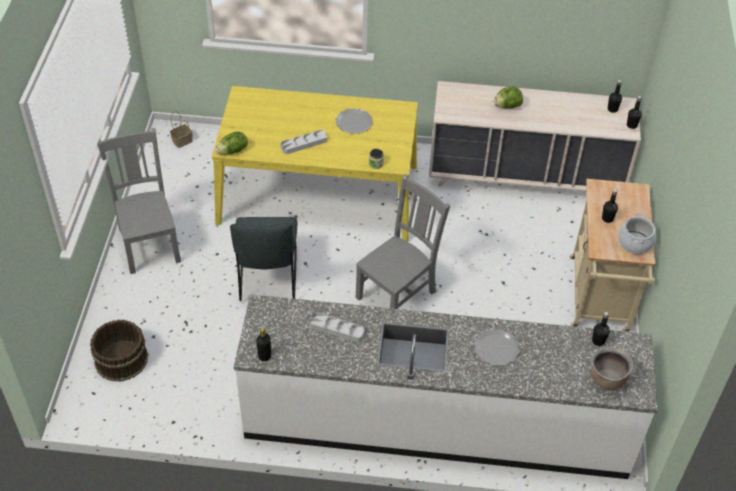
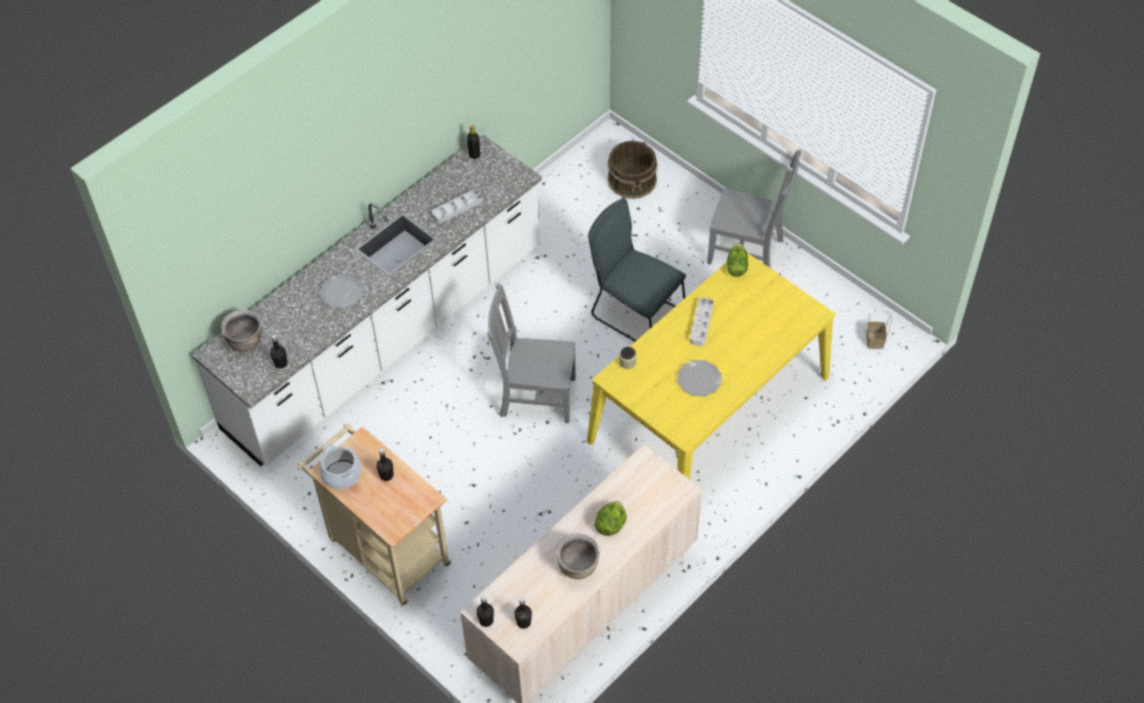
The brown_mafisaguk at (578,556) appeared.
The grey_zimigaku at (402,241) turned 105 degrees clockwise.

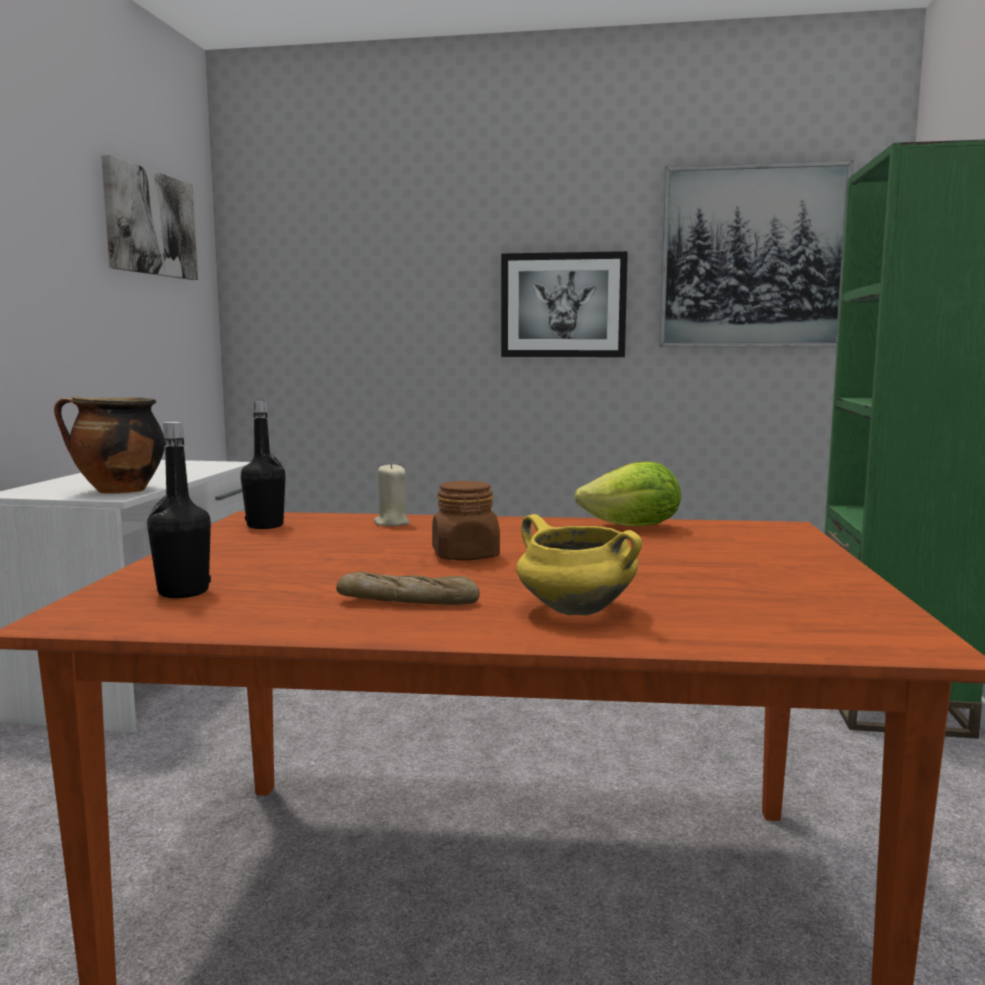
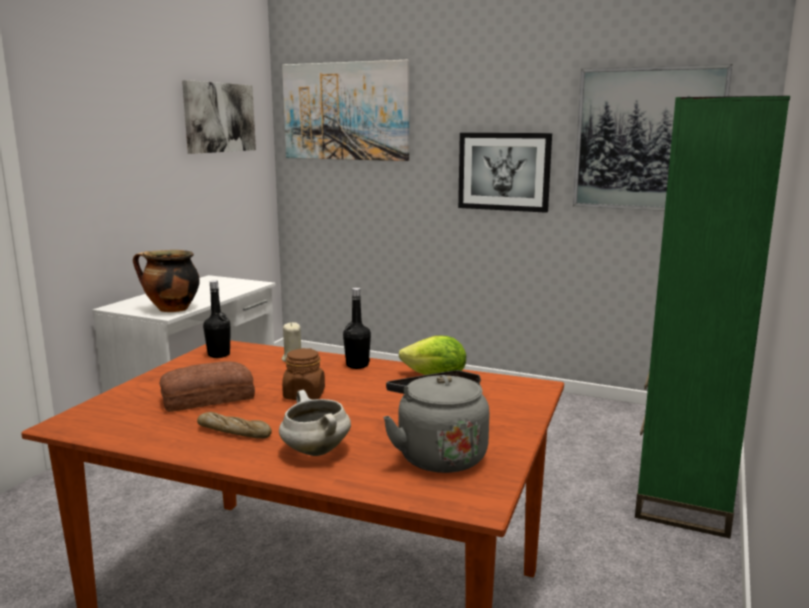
The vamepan at (207,386) appeared.
The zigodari at (345,110) appeared.
The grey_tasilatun at (436,421) appeared.
The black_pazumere moved from (179,510) to (357,328).
The yellow_mafisaguk at (579,565) became the white_mafisaguk at (315,423).

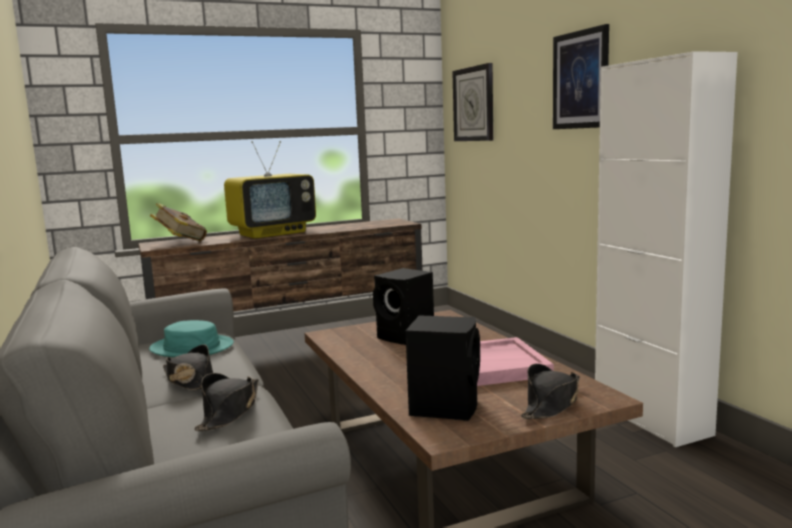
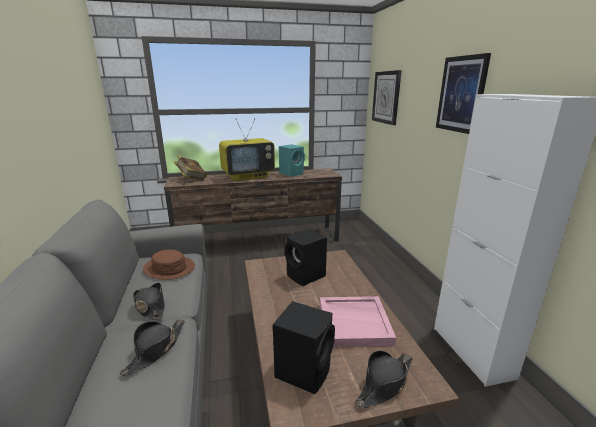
The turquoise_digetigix at (292,160) appeared.
The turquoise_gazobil at (191,338) became the brown_gazobil at (169,264).

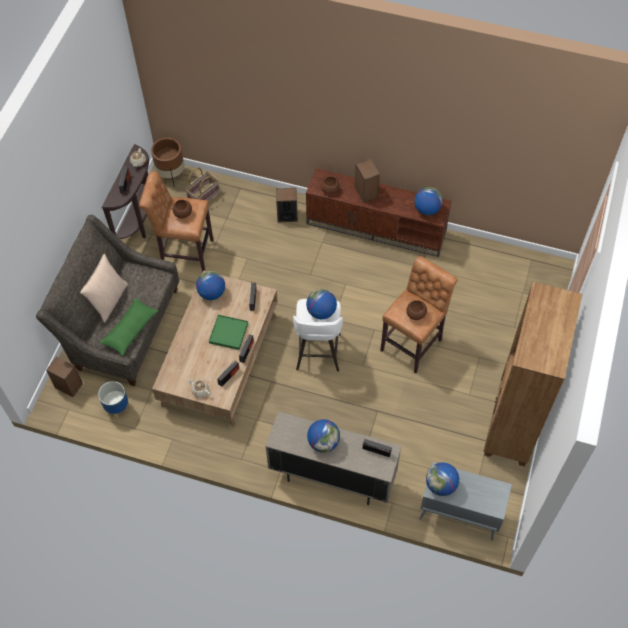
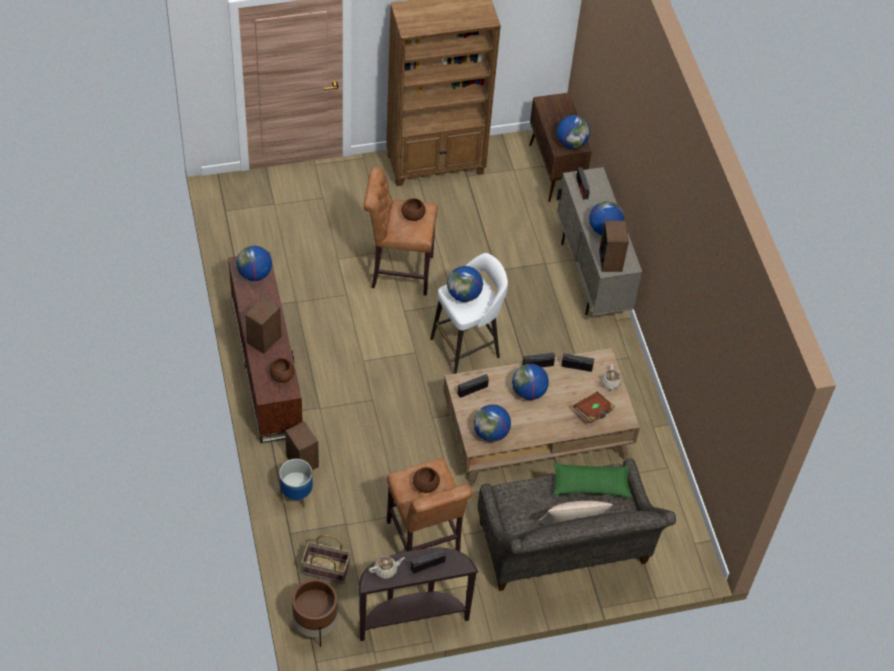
The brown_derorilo at (594,407) appeared.
The digetigix moved from (64,376) to (614,246).
The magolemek moved from (114,401) to (296,483).
The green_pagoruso at (228,332) was replaced by the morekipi at (530,382).
The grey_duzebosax at (465,501) became the brown_duzebosax at (560,147).

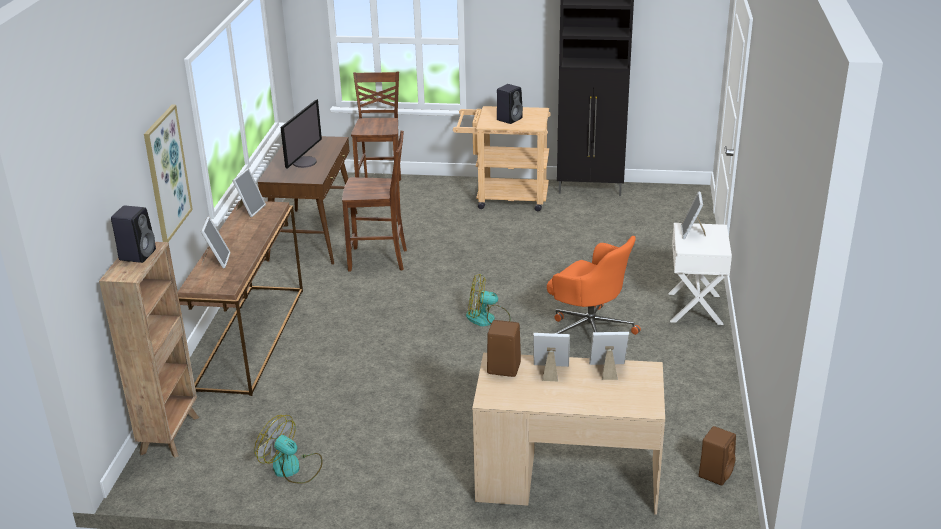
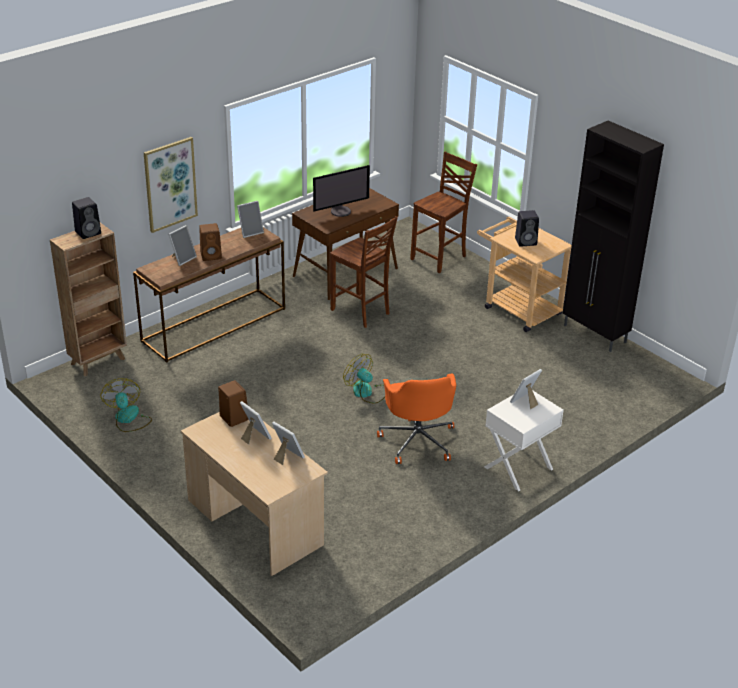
The brown_digetigix moved from (717,455) to (210,242).

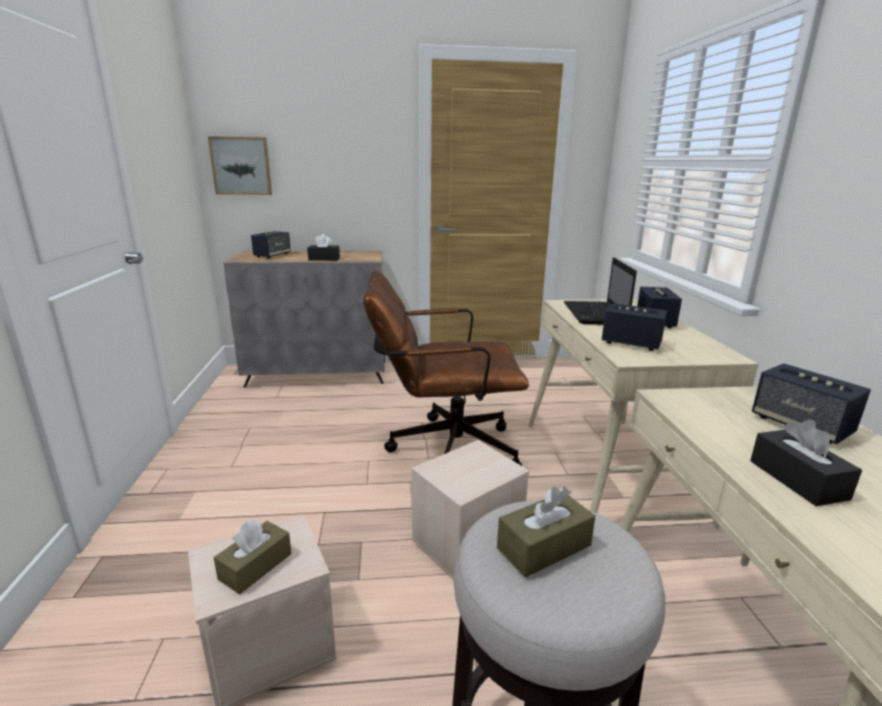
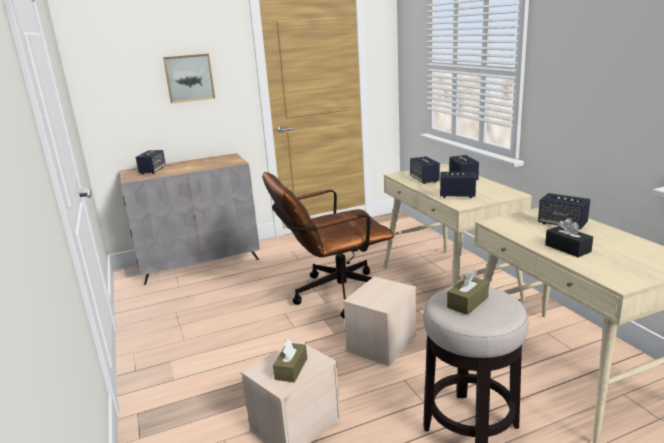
The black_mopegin at (323,247) disappeared.
The zigodari moved from (240,165) to (189,78).
The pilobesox at (600,291) was replaced by the digetigix at (425,170).

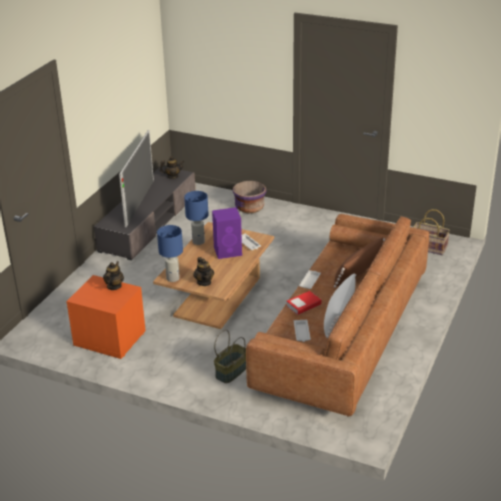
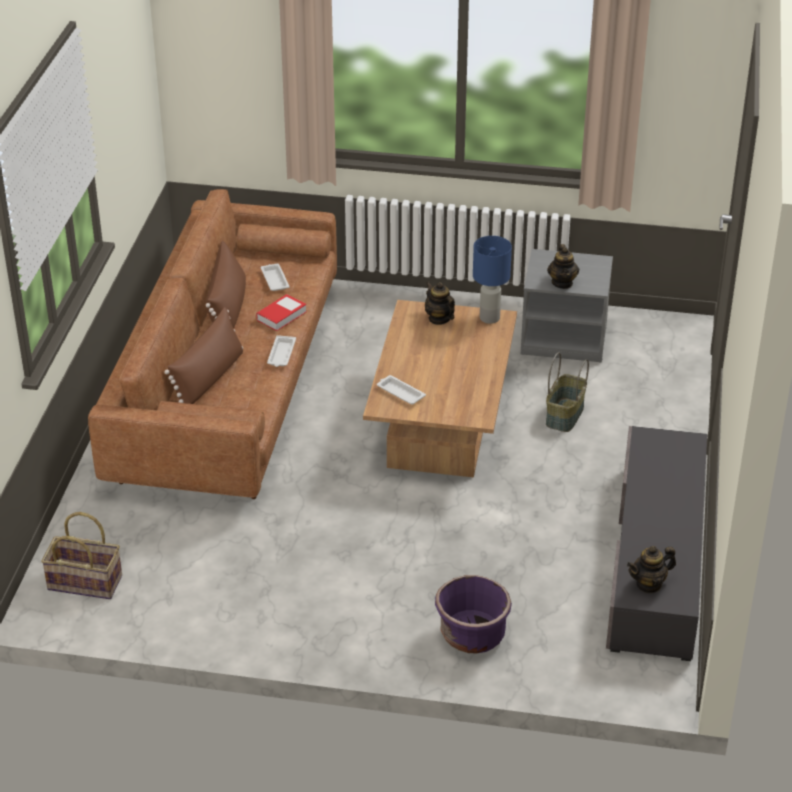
The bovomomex at (136,178) disappeared.
The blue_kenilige at (196,218) disappeared.
The purple_digetigix at (227,233) disappeared.
The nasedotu moved from (230,356) to (567,392).
The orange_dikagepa at (106,317) became the grey_dikagepa at (567,306).
The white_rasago at (340,305) became the brown_rasago at (226,284).

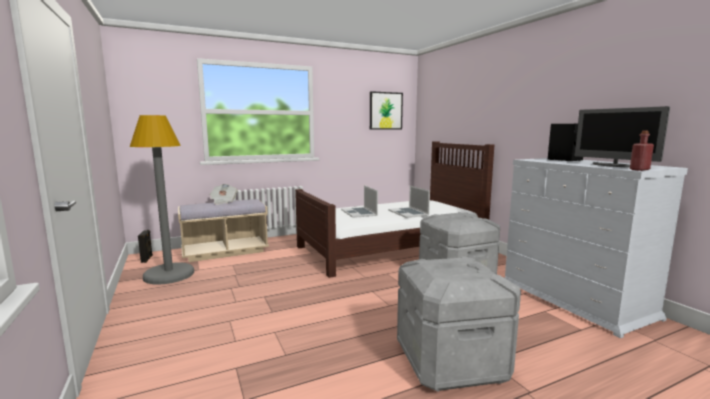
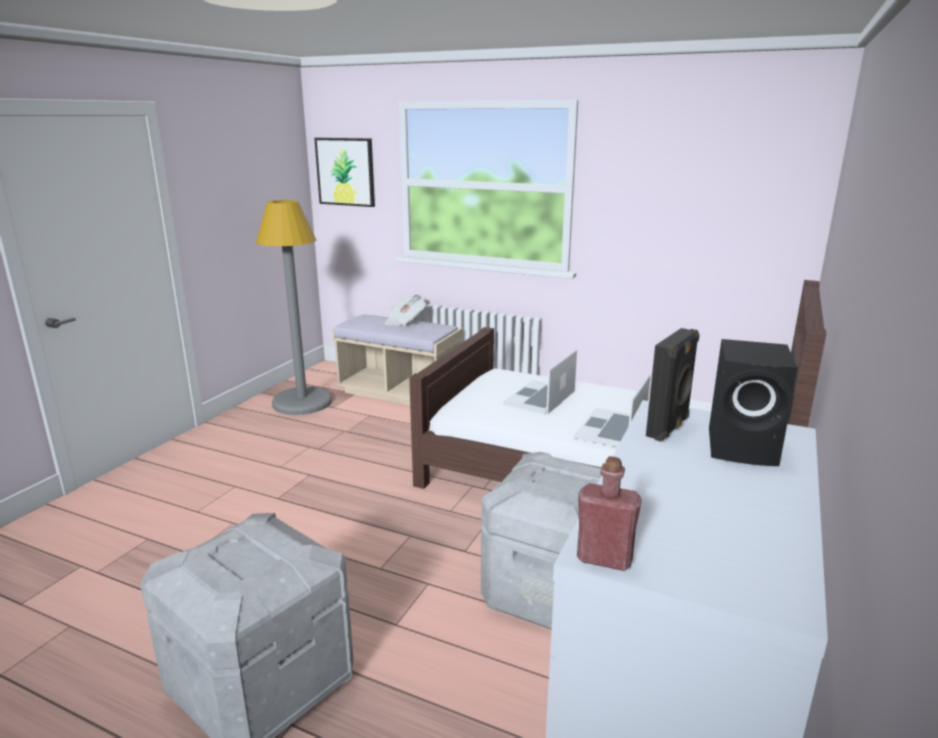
The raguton at (622,137) disappeared.
The black_digetigix moved from (145,246) to (672,385).
The zigodari moved from (386,110) to (344,172).

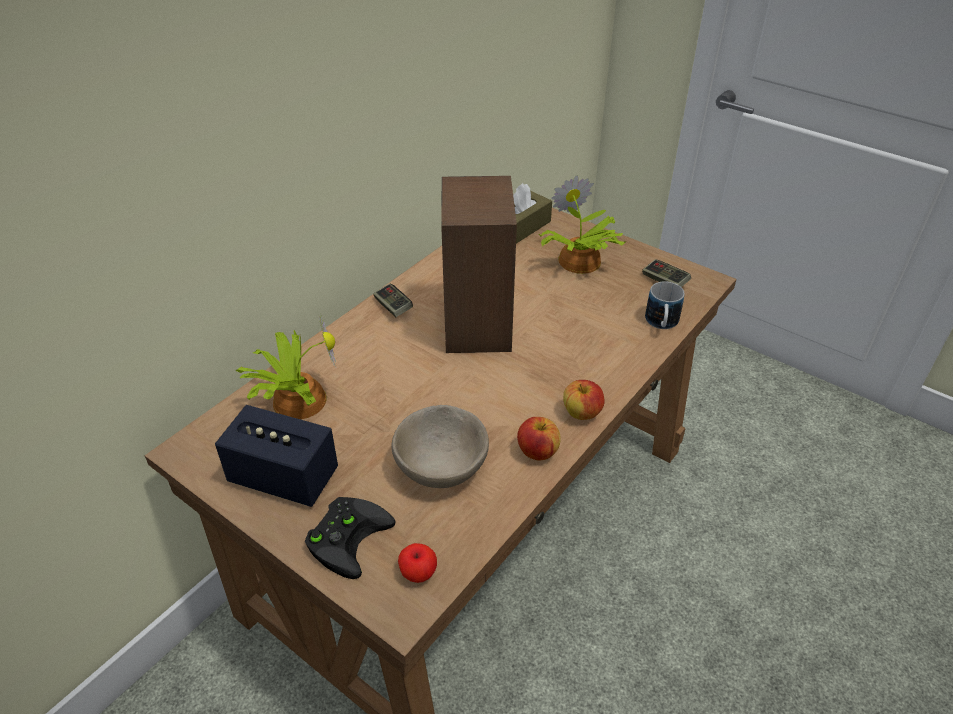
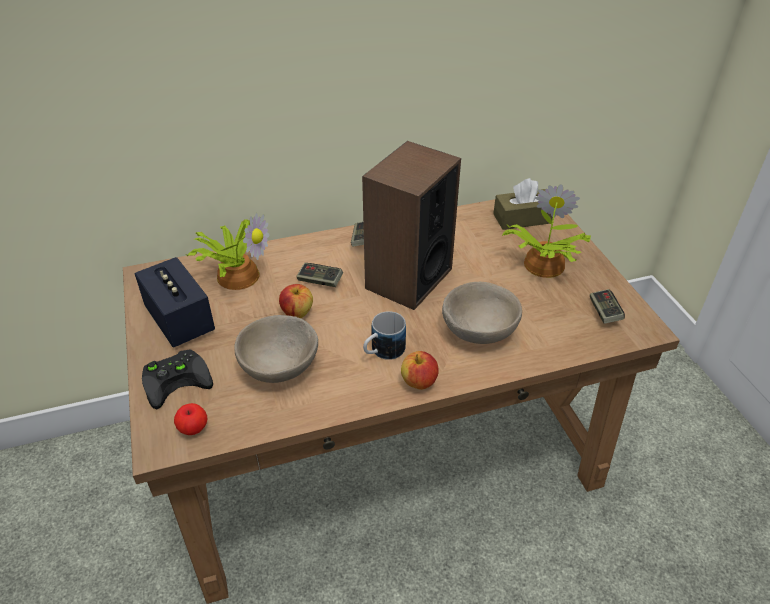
The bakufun at (319,275) appeared.
The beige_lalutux at (482,313) appeared.
The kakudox moved from (538,439) to (296,301).
The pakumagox moved from (665,305) to (384,335).

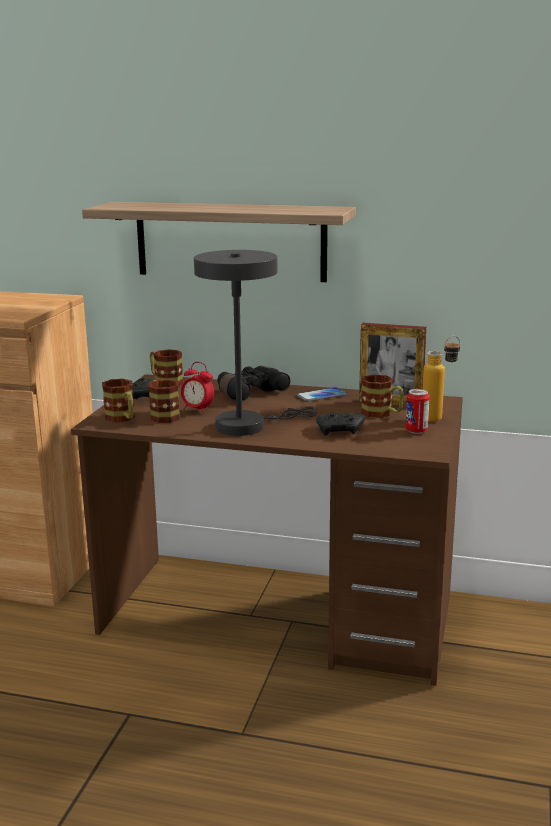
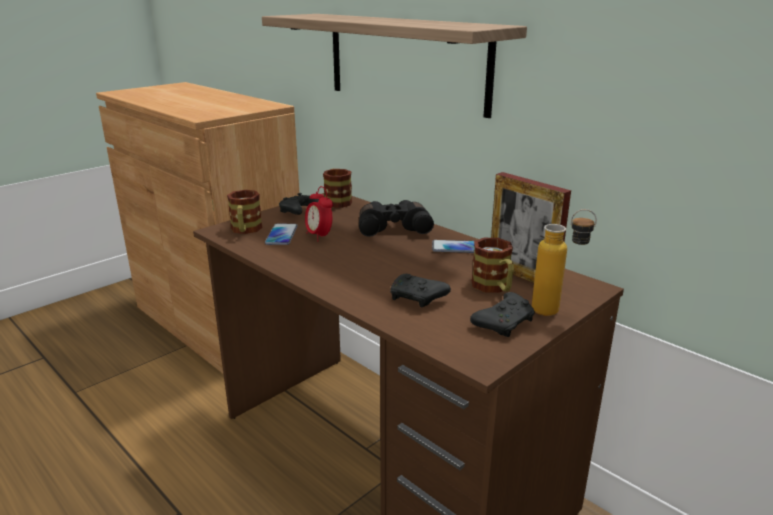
The grey_kenilige at (255,343) disappeared.
The pakumagox at (164,401) was replaced by the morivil at (281,234).
The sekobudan at (417,411) was replaced by the black_bakufun at (502,314).

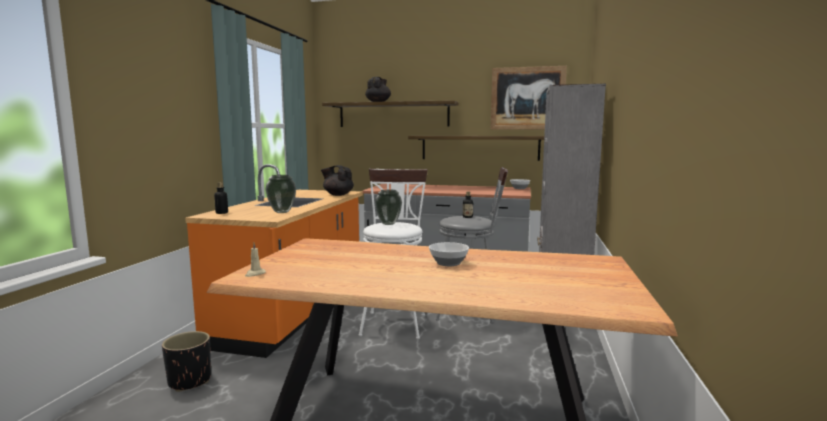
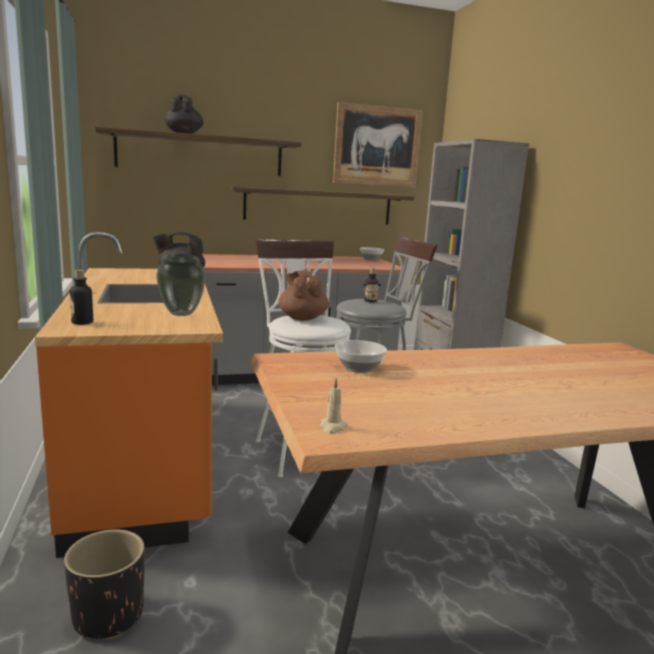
The lalutux moved from (449,254) to (361,356).
The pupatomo at (388,207) was replaced by the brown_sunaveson at (303,295).

